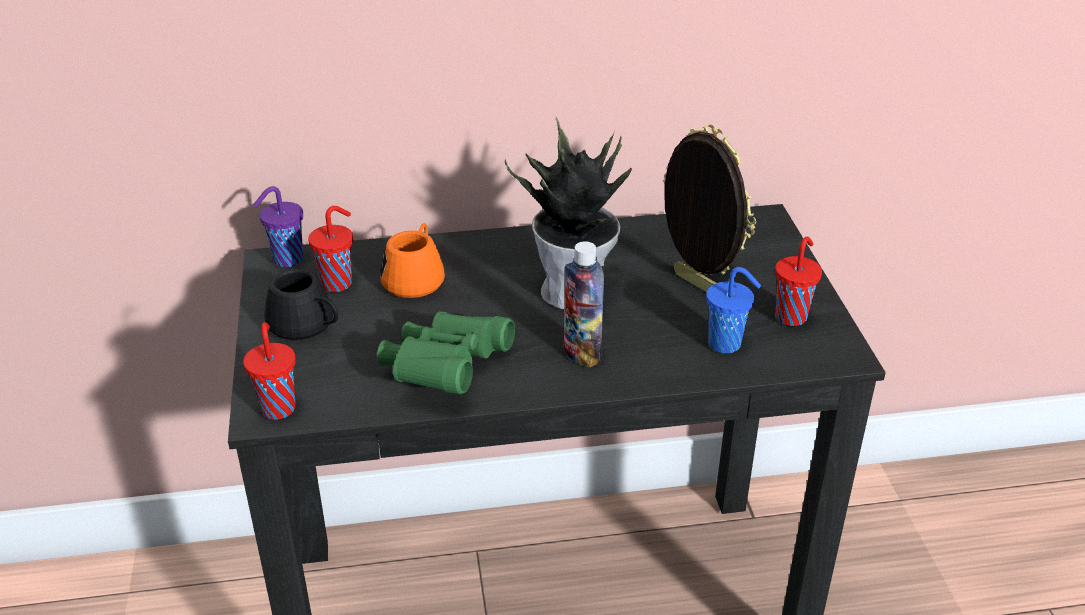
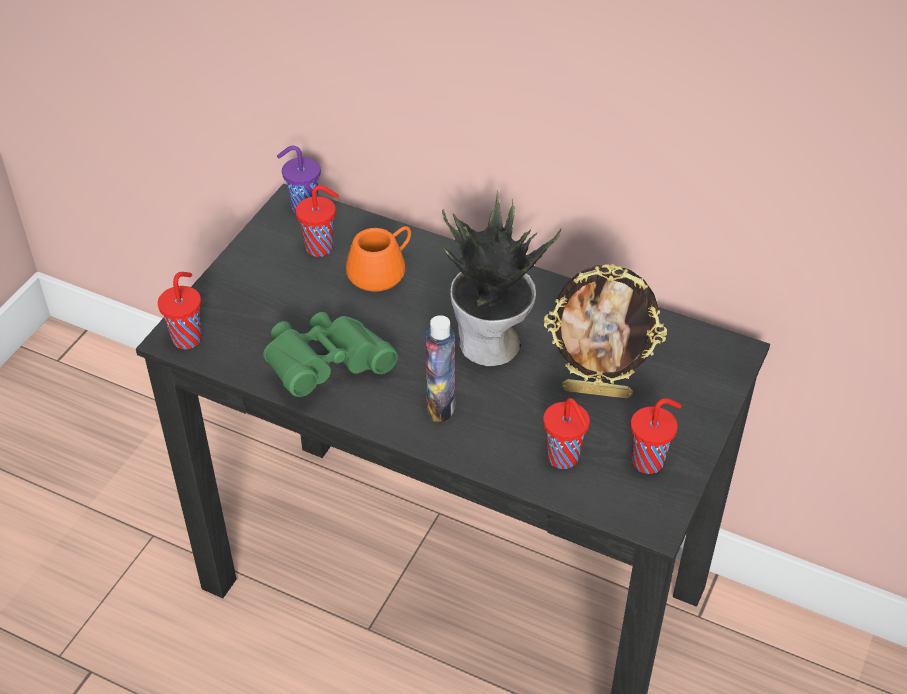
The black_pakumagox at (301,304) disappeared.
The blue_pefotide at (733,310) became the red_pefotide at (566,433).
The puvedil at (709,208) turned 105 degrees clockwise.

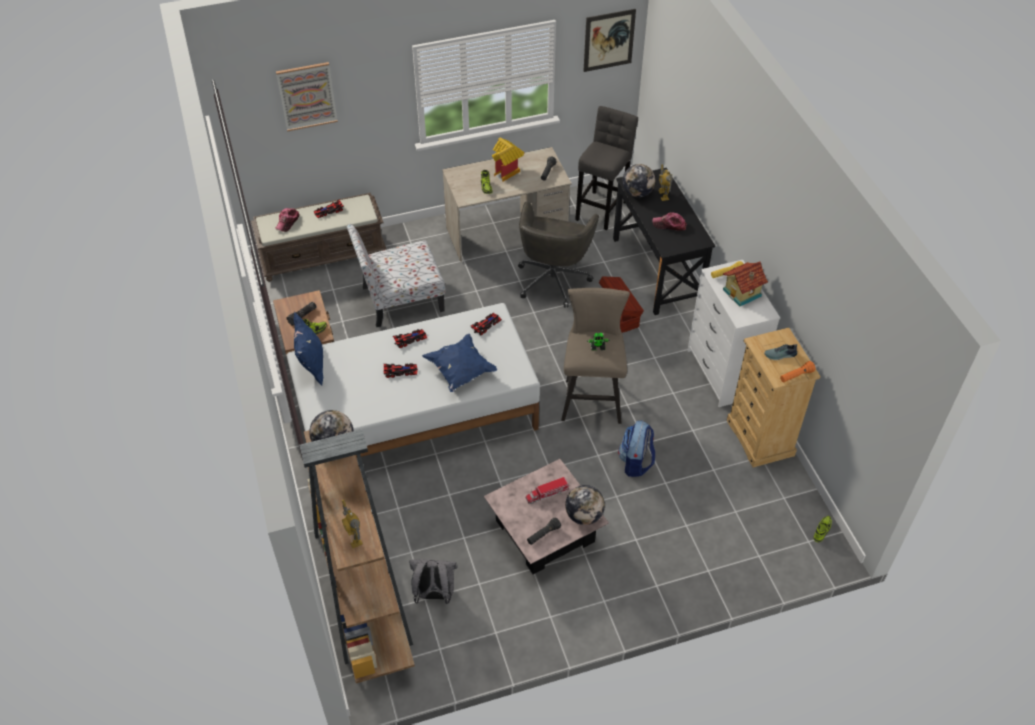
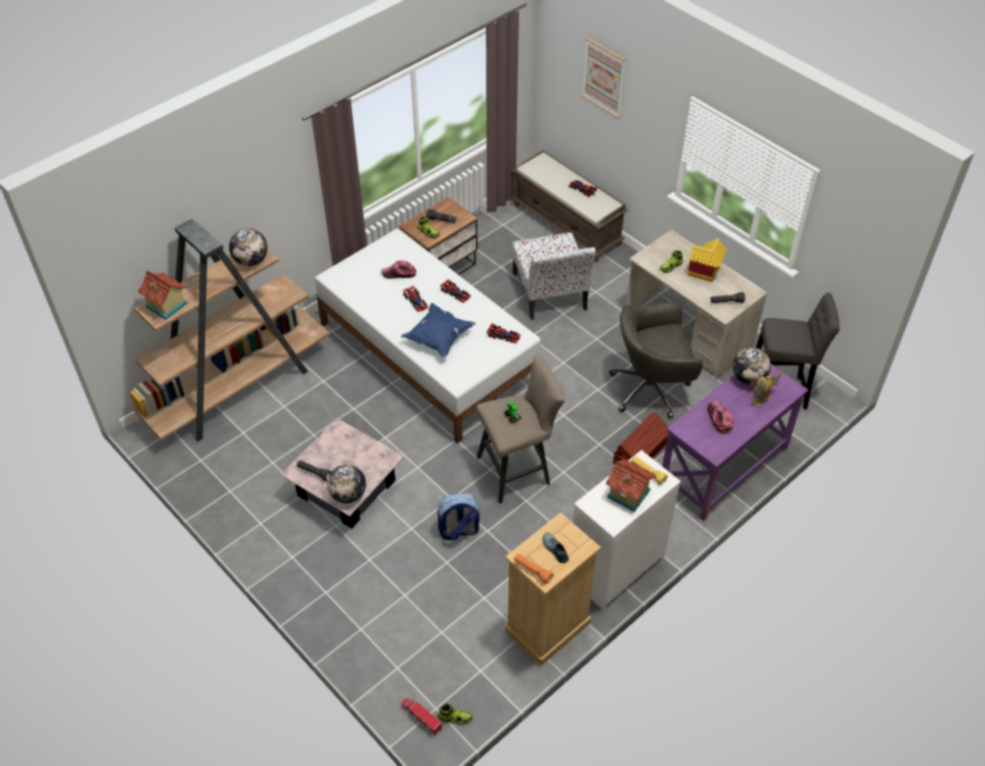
The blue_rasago at (308,348) disappeared.
The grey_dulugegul at (433,581) disappeared.
The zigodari at (610,40) disappeared.
The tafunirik moved from (287,220) to (398,270).
The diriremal moved from (547,490) to (422,717).
The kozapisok at (352,524) was replaced by the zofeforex at (162,295).
The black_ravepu at (664,241) became the purple_ravepu at (735,442).
The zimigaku at (395,275) turned 150 degrees counterclockwise.

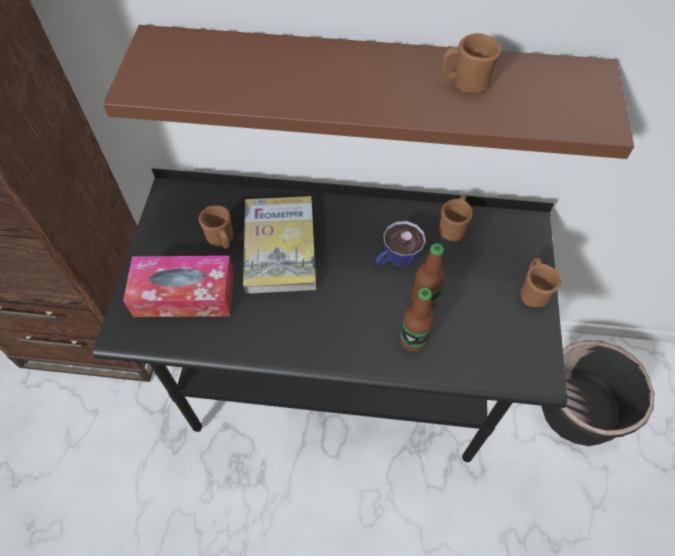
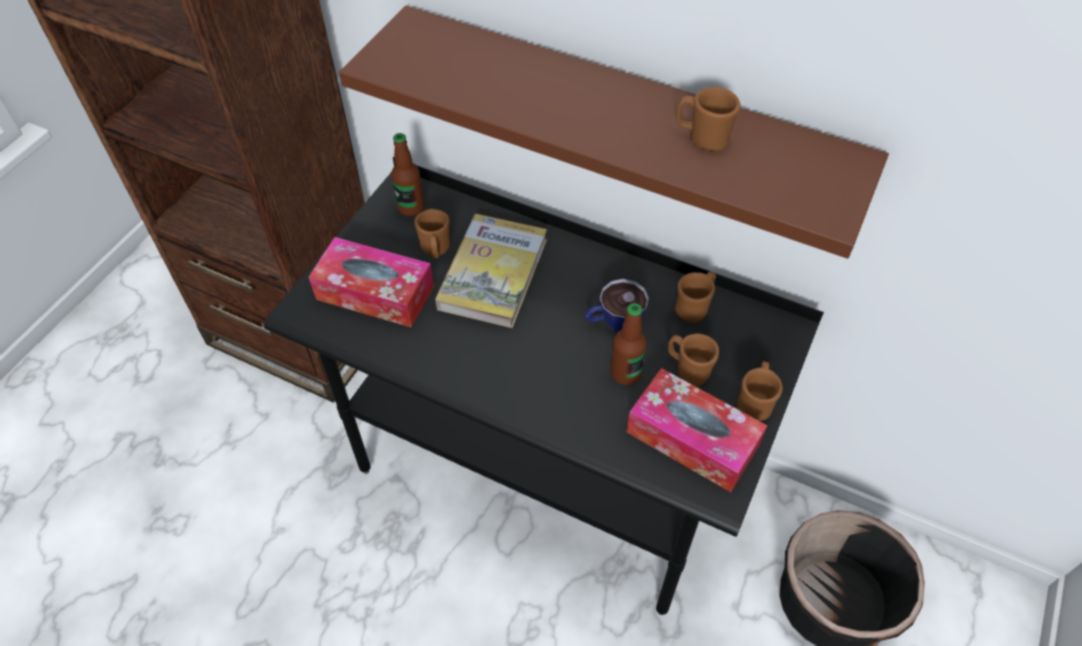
The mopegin at (697,430) appeared.
The brown_pakumagox at (693,360) appeared.
The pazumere moved from (417,320) to (407,174).

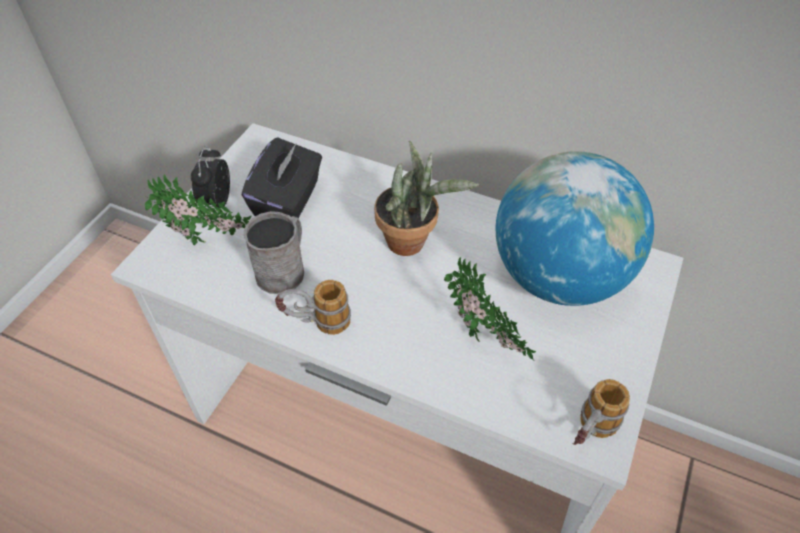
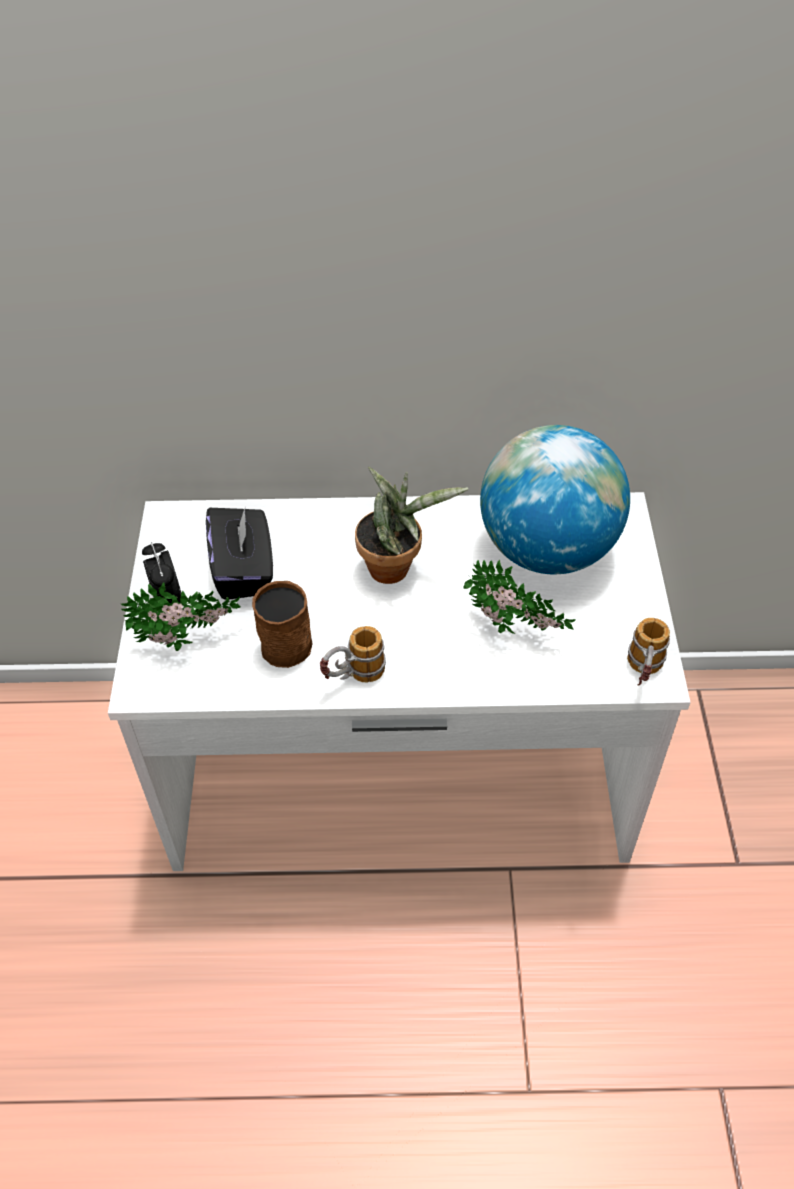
The grey_pakumagox at (274,252) became the brown_pakumagox at (282,624).

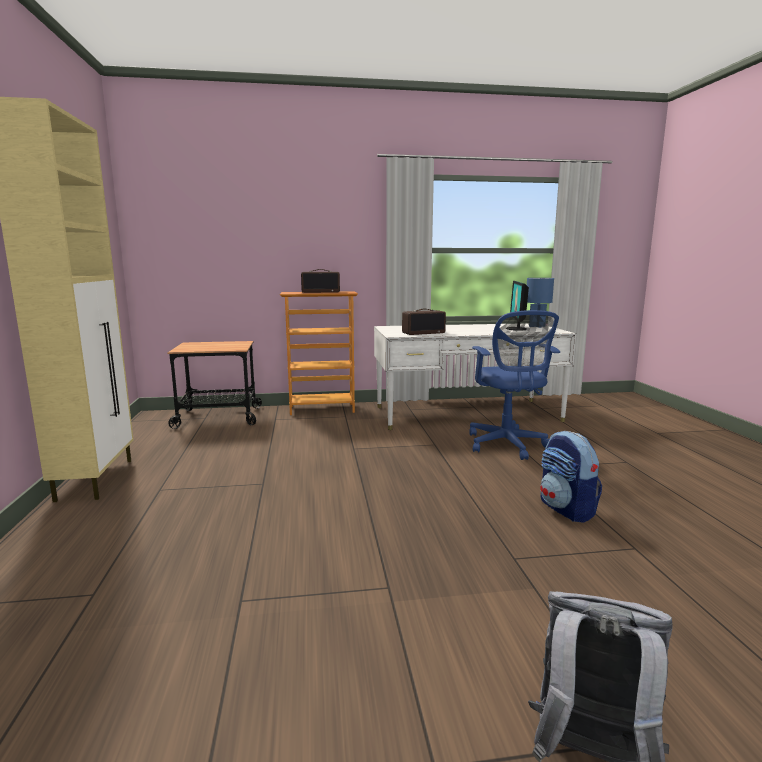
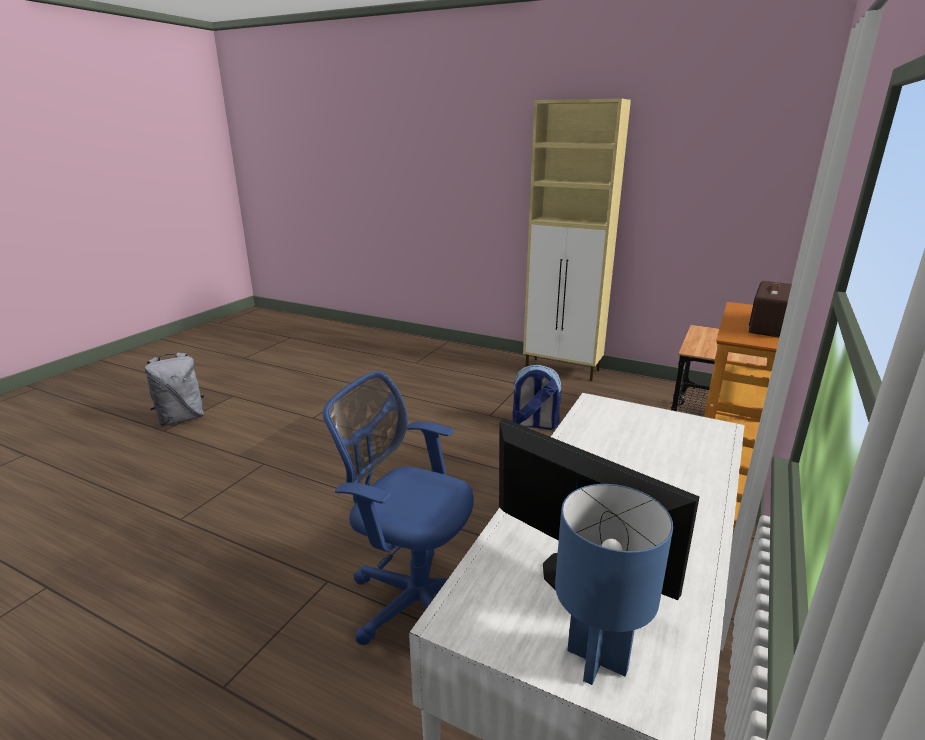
The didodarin at (424,322) disappeared.
The dulugegul moved from (571,477) to (536,397).

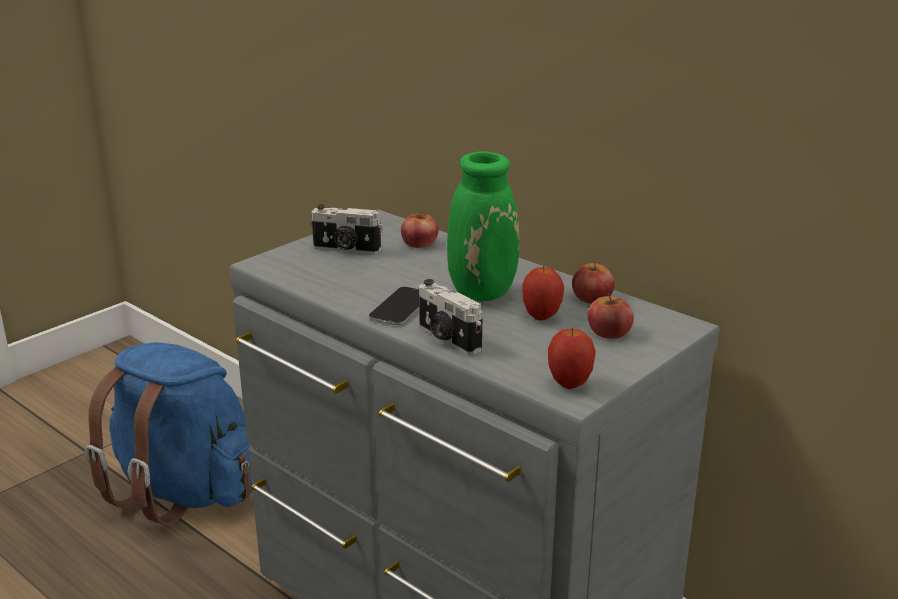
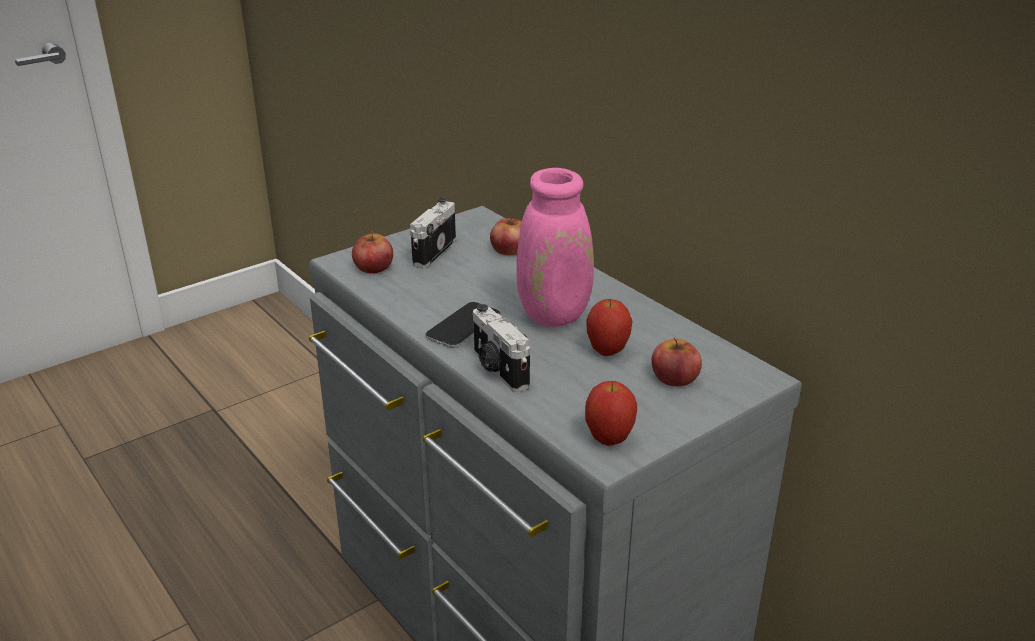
The blue_dulugegul at (168,433) disappeared.
The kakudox moved from (593,281) to (372,252).
The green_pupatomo at (483,226) became the pink_pupatomo at (555,227).
The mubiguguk at (346,229) turned 90 degrees clockwise.

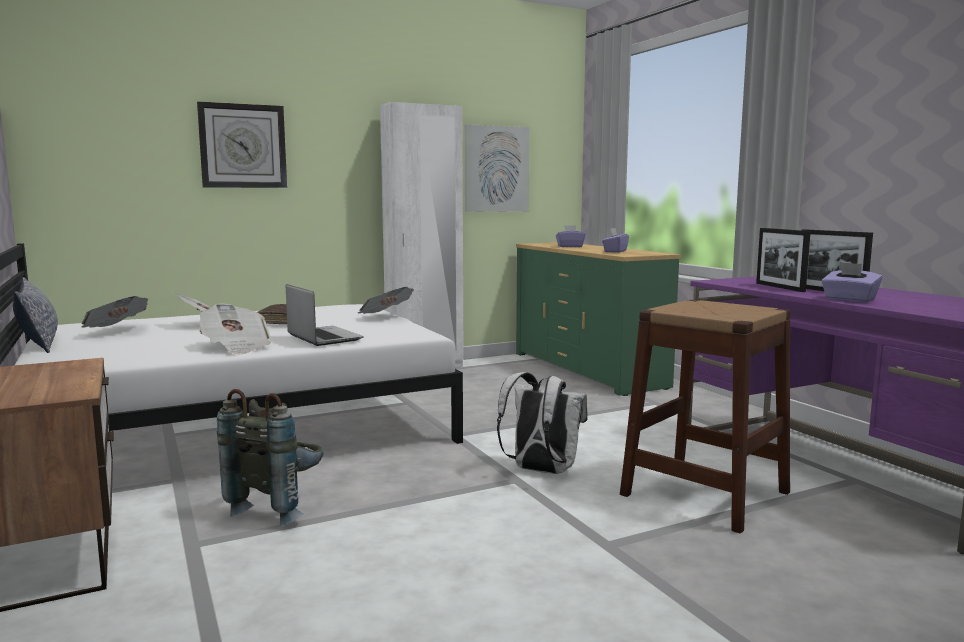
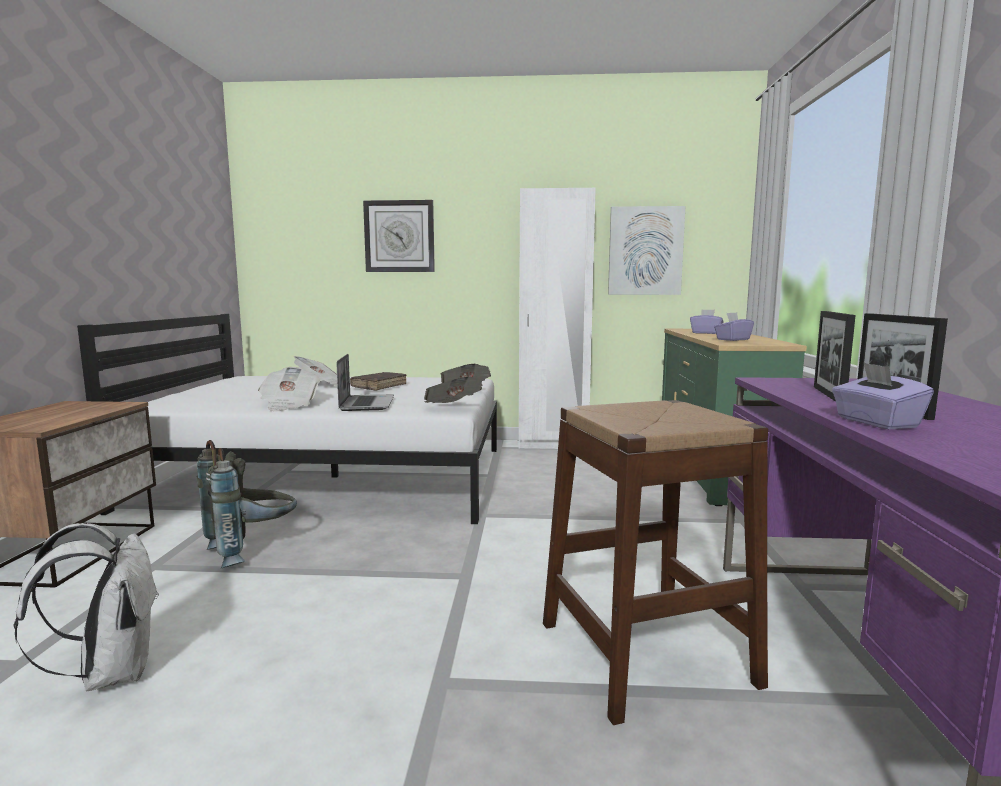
The rasago at (35,315) disappeared.
The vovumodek moved from (114,312) to (453,390).
The white_dulugegul moved from (542,423) to (86,607).

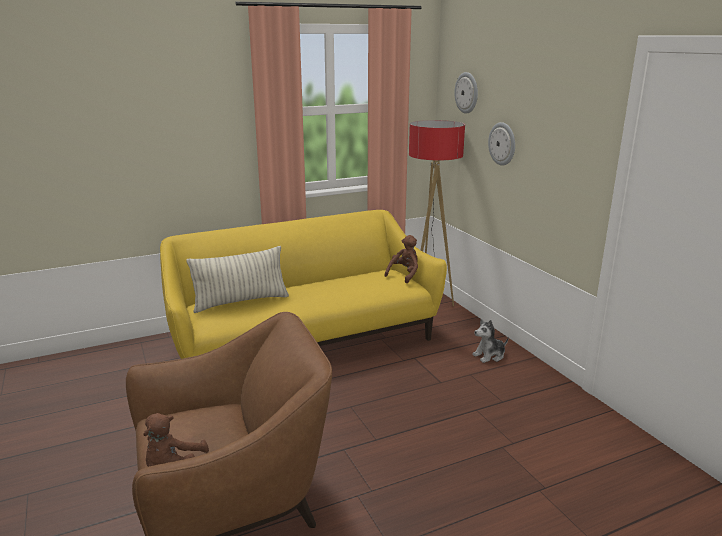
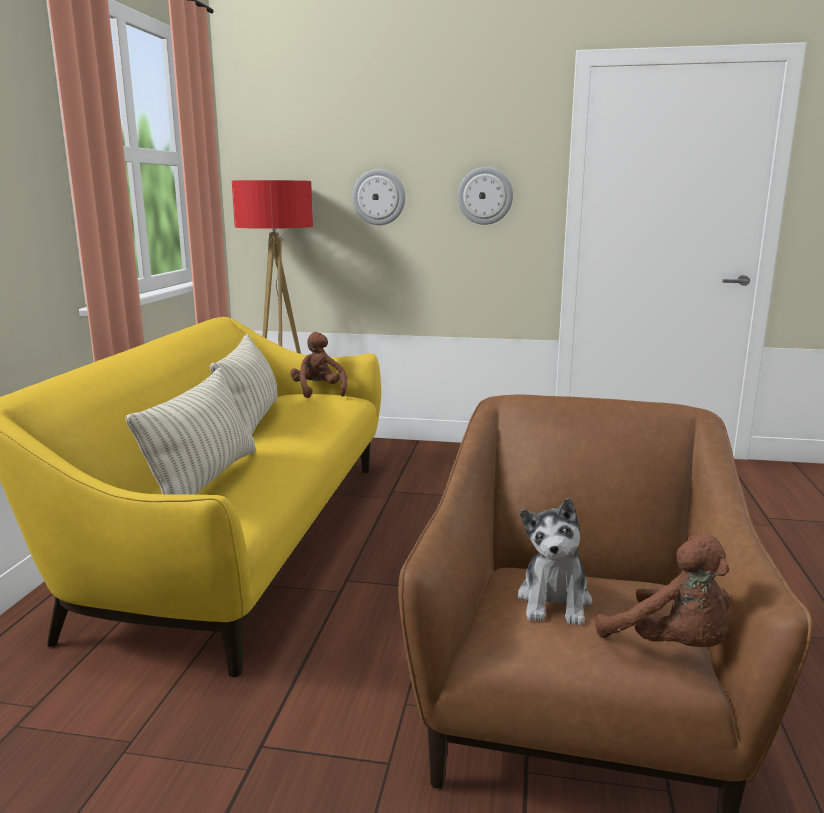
The rasago at (243,384) appeared.
The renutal moved from (466,93) to (485,196).
The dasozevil moved from (490,341) to (555,562).

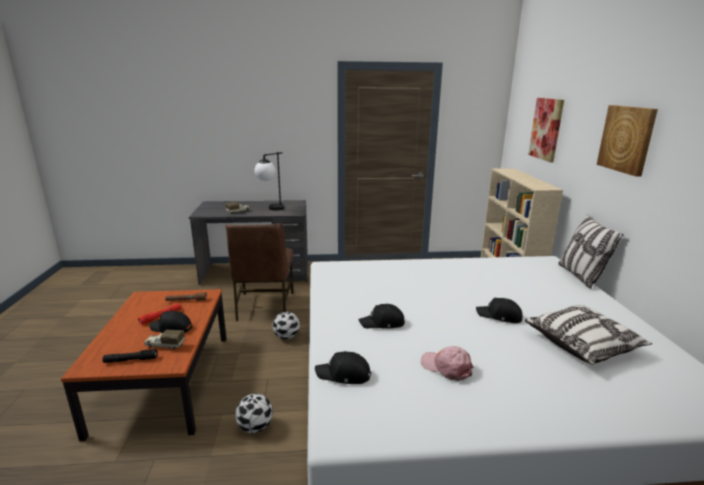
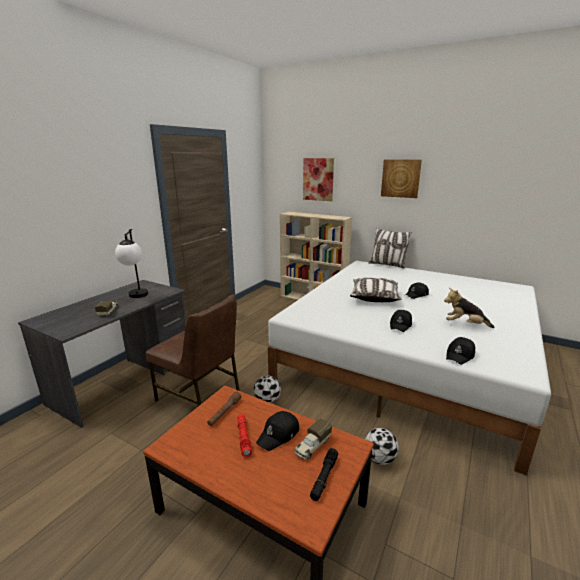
The rasago moved from (588,334) to (375,289).
The pink_tafunirik at (447,363) was replaced by the dasozevil at (469,308).

